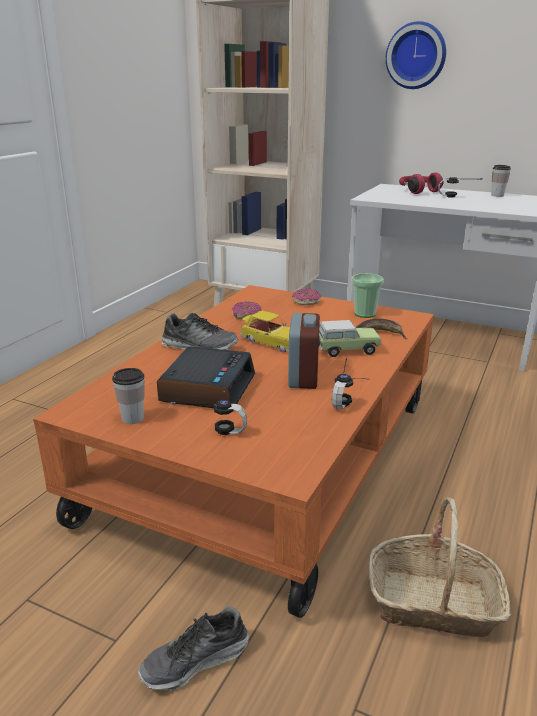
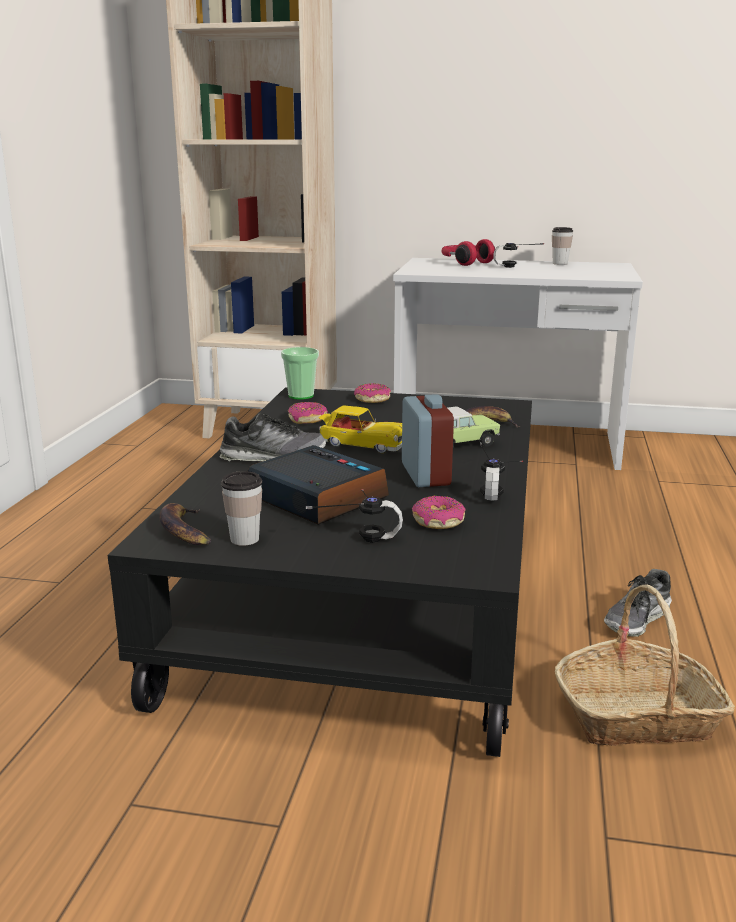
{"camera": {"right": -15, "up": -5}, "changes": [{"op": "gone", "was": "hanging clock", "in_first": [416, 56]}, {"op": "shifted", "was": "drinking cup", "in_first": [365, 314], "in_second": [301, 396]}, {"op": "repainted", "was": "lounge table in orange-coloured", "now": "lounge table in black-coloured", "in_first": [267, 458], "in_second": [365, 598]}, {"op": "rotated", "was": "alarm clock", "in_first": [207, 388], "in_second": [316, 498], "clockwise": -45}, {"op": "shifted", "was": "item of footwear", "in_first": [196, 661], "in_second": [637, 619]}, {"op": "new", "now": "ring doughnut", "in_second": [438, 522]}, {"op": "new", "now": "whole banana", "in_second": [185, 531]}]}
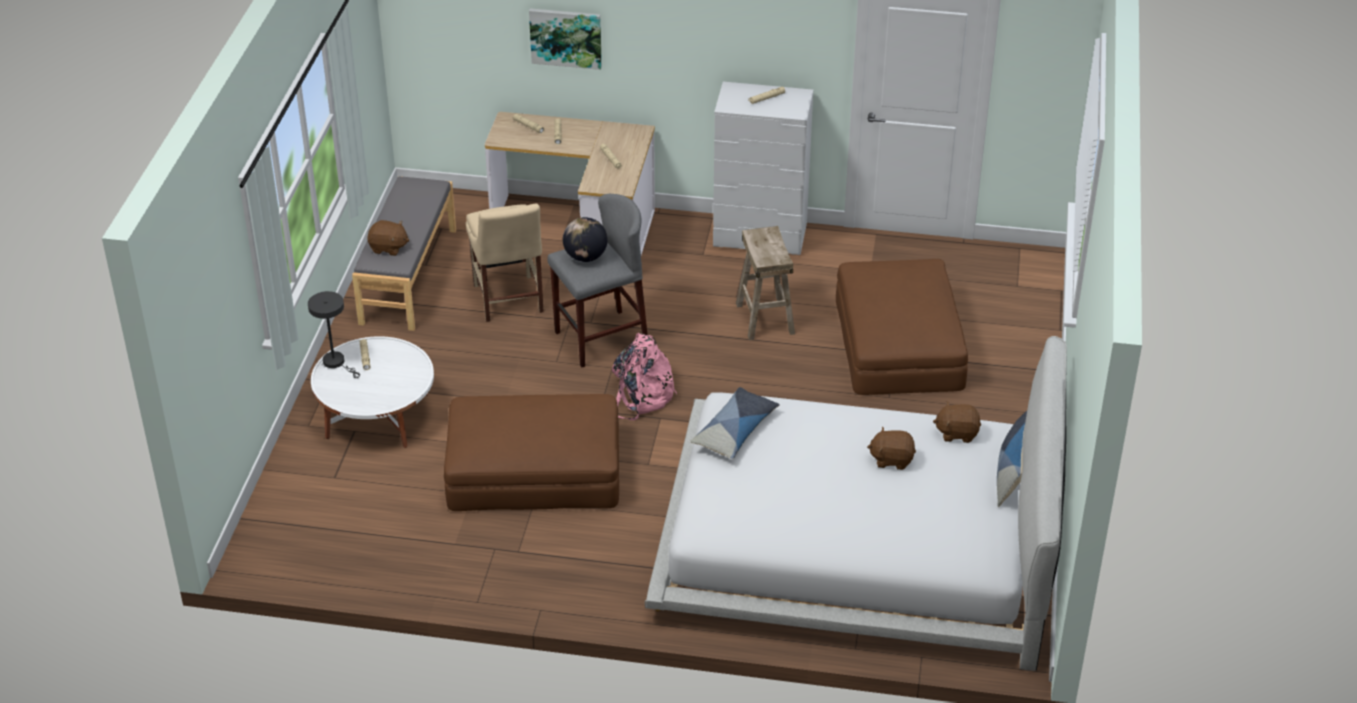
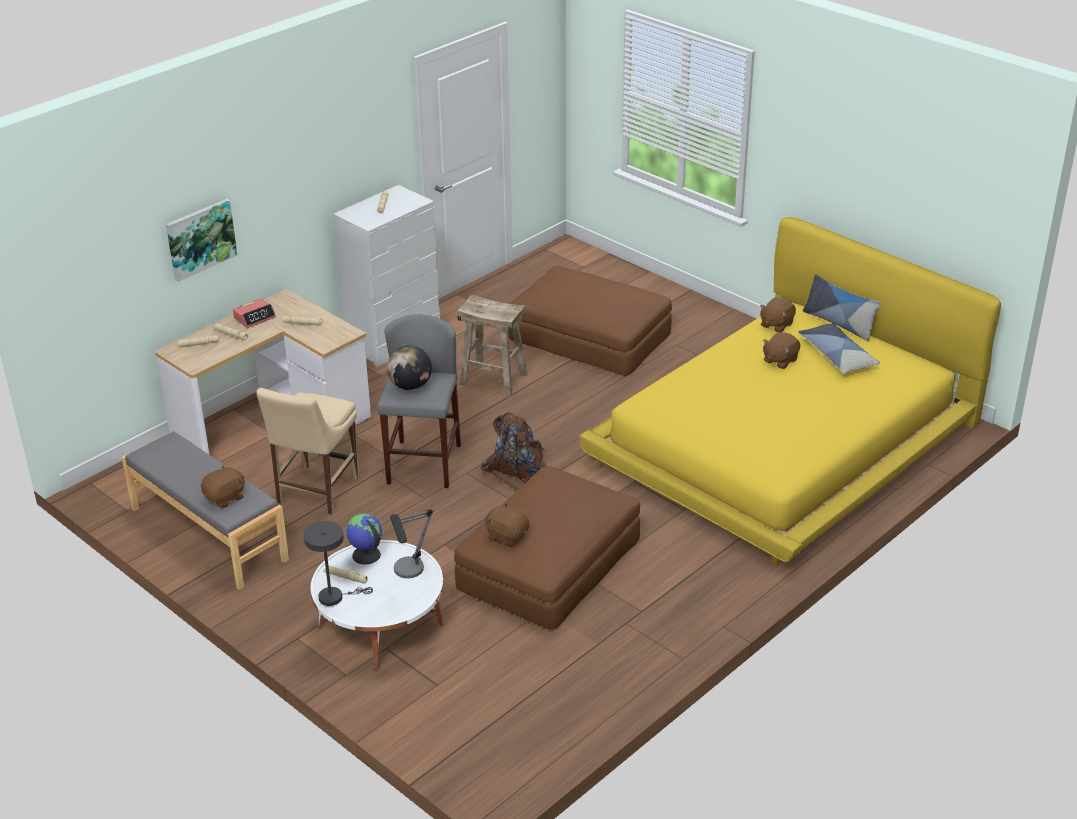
{"camera": {"right": -55, "up": -5}, "changes": [{"op": "rotated", "was": "chair in beige", "in_first": [508, 301], "in_second": [315, 492], "clockwise": 90}, {"op": "repainted", "was": "rucksack in pink", "now": "rucksack in brown-coloured", "in_first": [640, 396], "in_second": [518, 473]}, {"op": "repainted", "was": "bedroom bed in white-coloured", "now": "bedroom bed in yellow-coloured", "in_first": [857, 541], "in_second": [784, 441]}, {"op": "shifted", "was": "cushion", "in_first": [735, 431], "in_second": [837, 356]}, {"op": "new", "now": "alarm clock", "in_second": [255, 317]}, {"op": "new", "now": "plush toy in brown-coloured", "in_second": [507, 536]}, {"op": "new", "now": "tabletop lamp", "in_second": [409, 574]}, {"op": "new", "now": "desk globe", "in_second": [366, 555]}]}
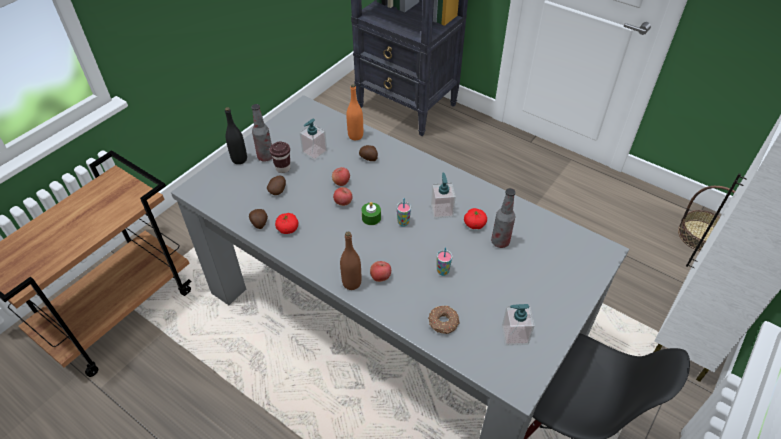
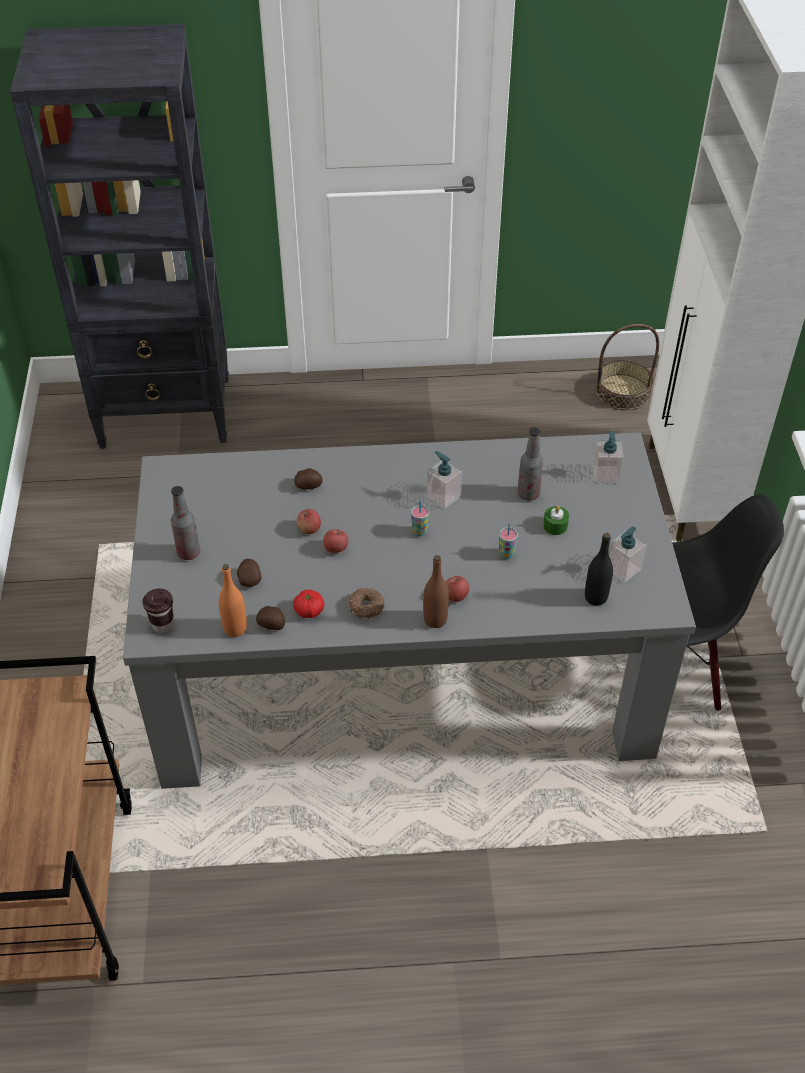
{"camera": {"right": -40, "up": 0}, "changes": [{"op": "shifted", "was": "beverage bottle in orange-coloured", "in_first": [355, 136], "in_second": [235, 628]}, {"op": "shifted", "was": "beverage bottle in black-coloured", "in_first": [239, 159], "in_second": [595, 597]}, {"op": "shifted", "was": "soap bottle", "in_first": [314, 152], "in_second": [605, 475]}, {"op": "shifted", "was": "drinking cup in brown-coloured", "in_first": [283, 168], "in_second": [163, 624]}, {"op": "shifted", "was": "wax light in green-coloured", "in_first": [371, 218], "in_second": [555, 526]}, {"op": "gone", "was": "fresh tomato", "in_first": [474, 224]}, {"op": "shifted", "was": "ring doughnut", "in_first": [443, 323], "in_second": [366, 607]}]}
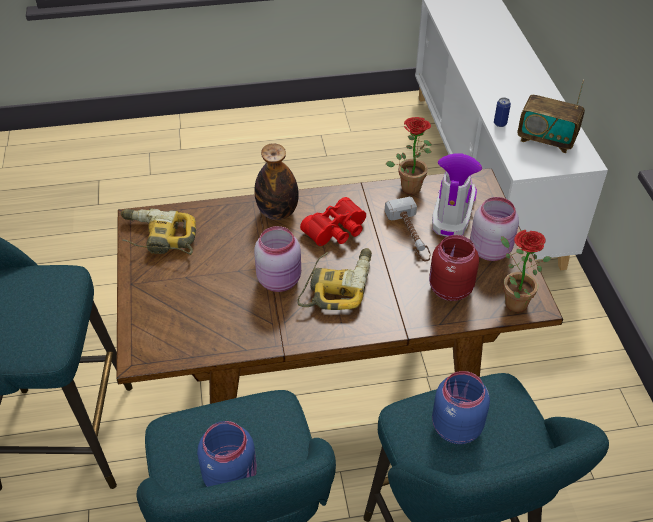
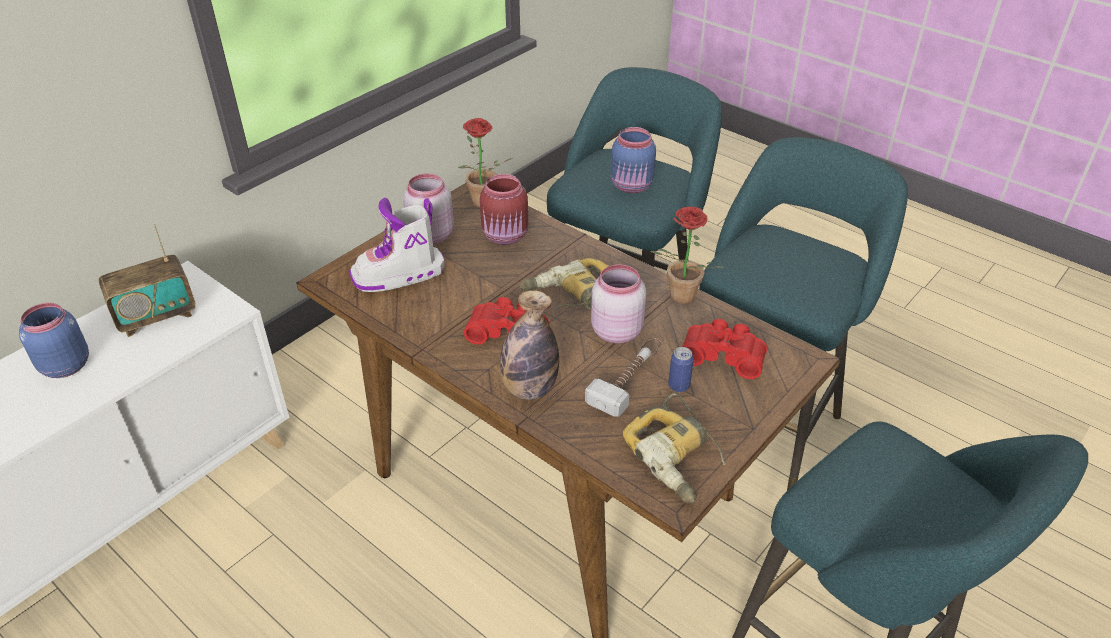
{"camera": {"right": -130, "up": -5}, "changes": [{"op": "rotated", "was": "radio receiver", "in_first": [546, 140], "in_second": [156, 316], "clockwise": 75}, {"op": "shifted", "was": "can", "in_first": [500, 123], "in_second": [678, 386]}, {"op": "shifted", "was": "houseplant", "in_first": [410, 184], "in_second": [678, 298]}, {"op": "shifted", "was": "hammer", "in_first": [411, 236], "in_second": [629, 378]}, {"op": "shifted", "was": "preserve jar in blue", "in_first": [232, 477], "in_second": [64, 365]}, {"op": "new", "now": "field glasses in red-coloured", "in_second": [723, 355]}]}
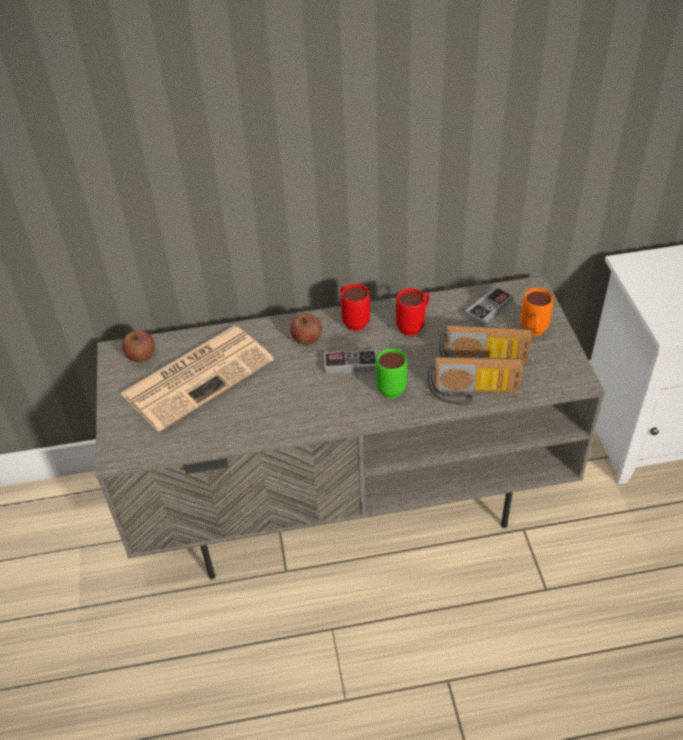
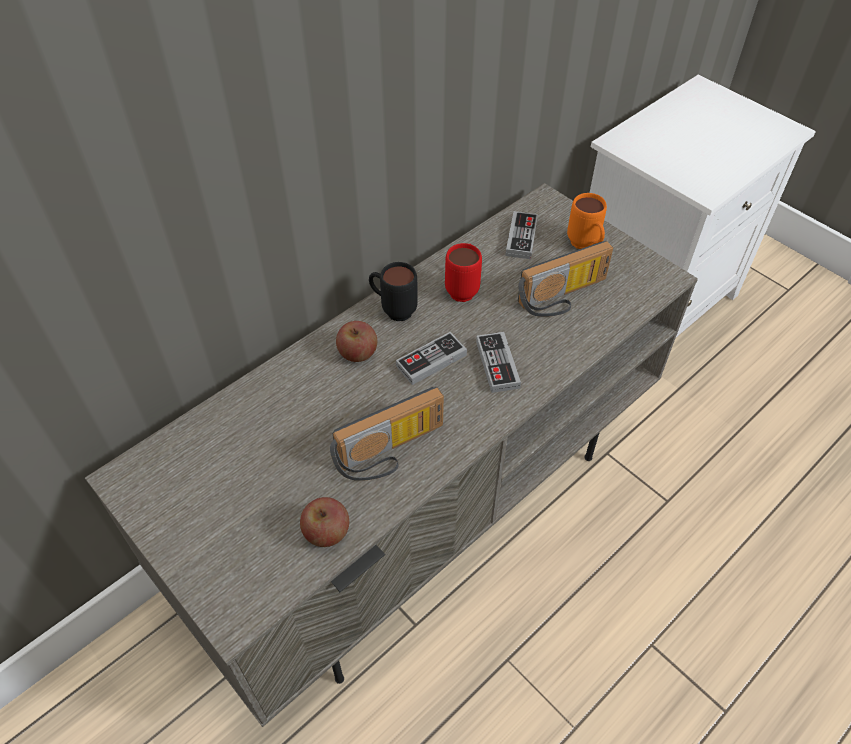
{"camera": {"right": -35, "up": 5}, "changes": [{"op": "repainted", "was": "coffee mug in red-coloured", "now": "coffee mug in black-coloured", "in_first": [353, 321], "in_second": [393, 310]}, {"op": "gone", "was": "printed paper", "in_first": [198, 375]}, {"op": "shifted", "was": "apple fruit", "in_first": [141, 355], "in_second": [326, 532]}, {"op": "swapped", "was": "coffee mug in green-coloured", "now": "gamepad", "in_first": [393, 386], "in_second": [497, 364]}, {"op": "shifted", "was": "radio receiver", "in_first": [472, 393], "in_second": [392, 452]}]}
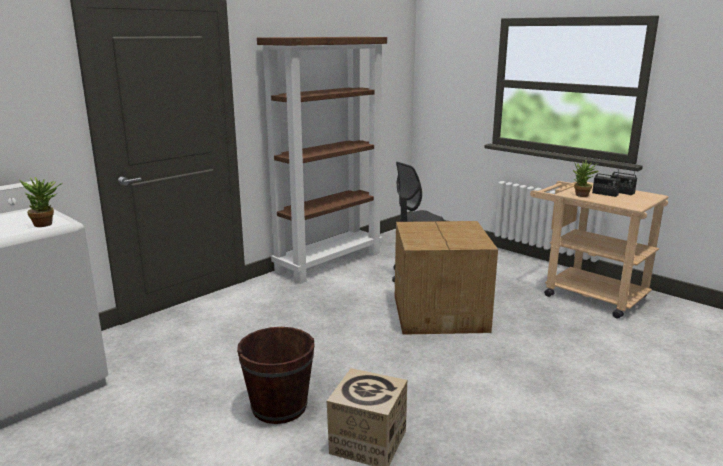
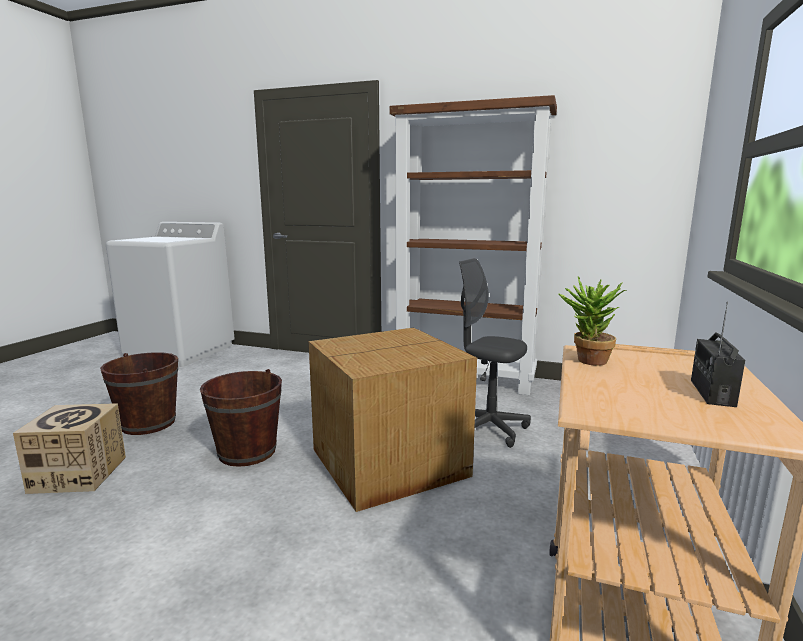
{"camera": {"right": 65, "up": -5}, "changes": [{"op": "gone", "was": "radio receiver", "in_first": [605, 194]}, {"op": "gone", "was": "houseplant", "in_first": [47, 224]}, {"op": "new", "now": "water bucket in brown-coloured", "in_second": [247, 452]}]}
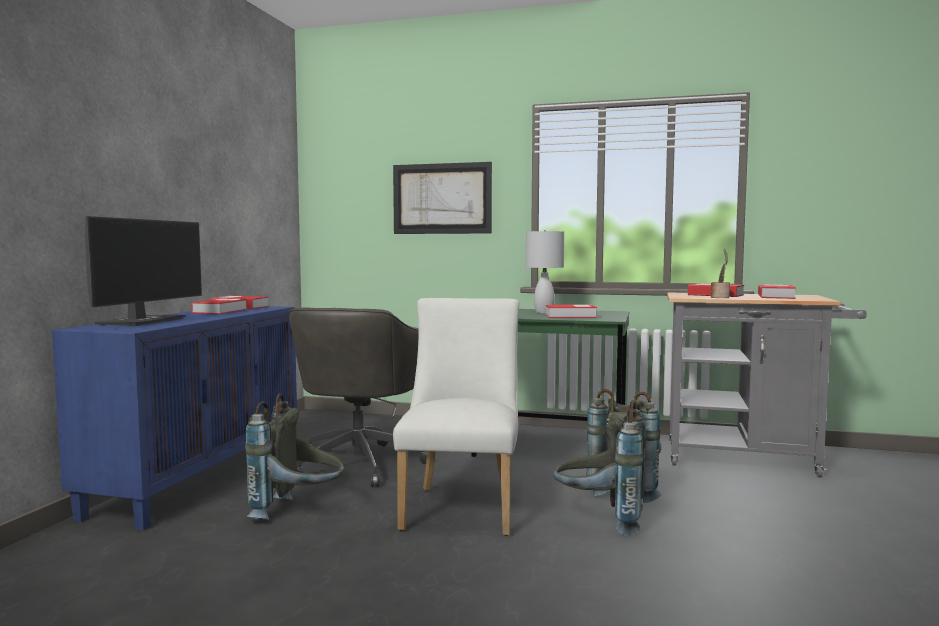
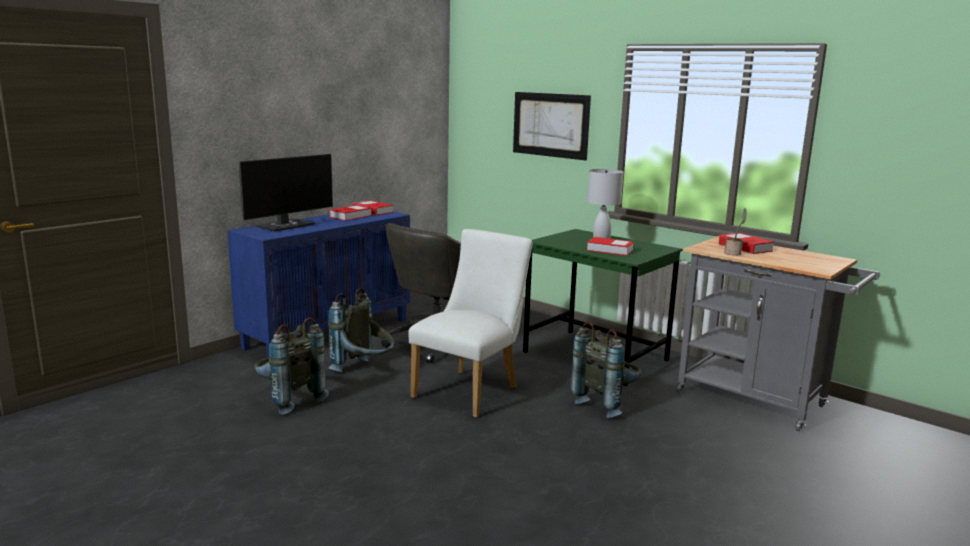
{"camera": {"right": 25, "up": 10}, "changes": [{"op": "gone", "was": "book", "in_first": [775, 296]}, {"op": "shifted", "was": "rucksack in grey", "in_first": [600, 520], "in_second": [288, 400]}]}
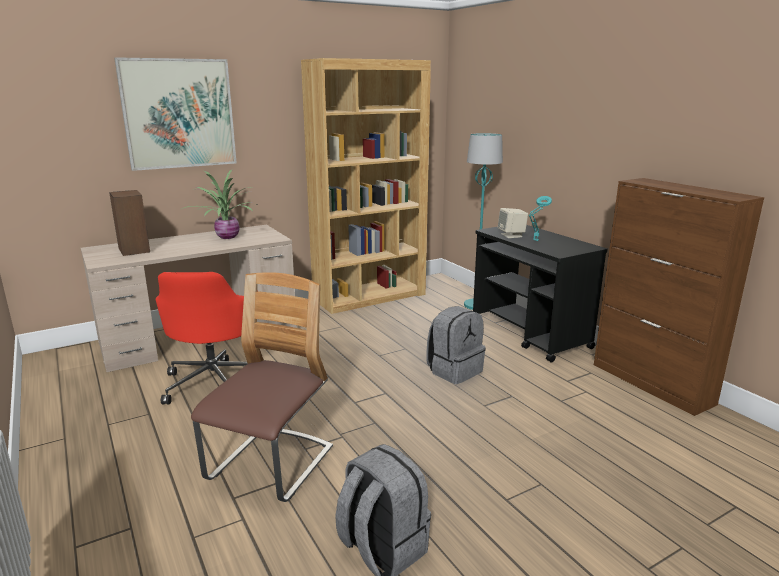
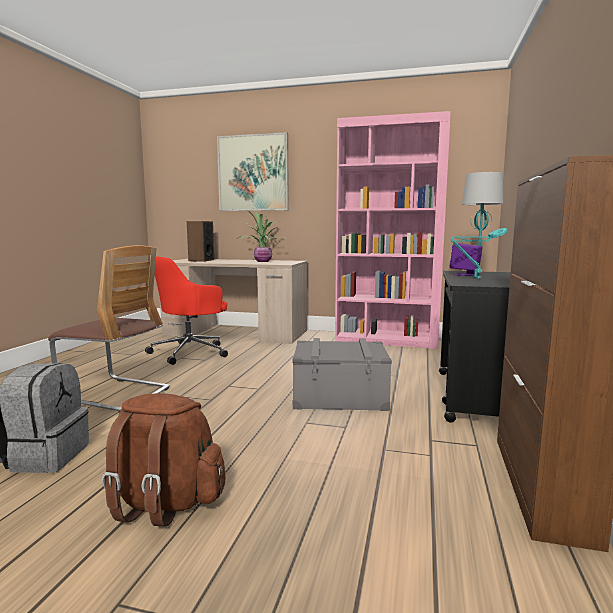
{"camera": {"right": 45, "up": -10}, "changes": [{"op": "repainted", "was": "shelving unit in brown-coloured", "now": "shelving unit in pink", "in_first": [370, 296], "in_second": [387, 340]}, {"op": "repainted", "was": "audio speaker in beige", "now": "audio speaker in purple-coloured", "in_first": [511, 235], "in_second": [465, 274]}, {"op": "rotated", "was": "chair", "in_first": [271, 465], "in_second": [115, 394], "clockwise": 45}, {"op": "swapped", "was": "rucksack in grey", "now": "storage container in grey", "in_first": [454, 370], "in_second": [340, 395]}, {"op": "new", "now": "rucksack in brown-coloured", "in_second": [165, 503]}]}
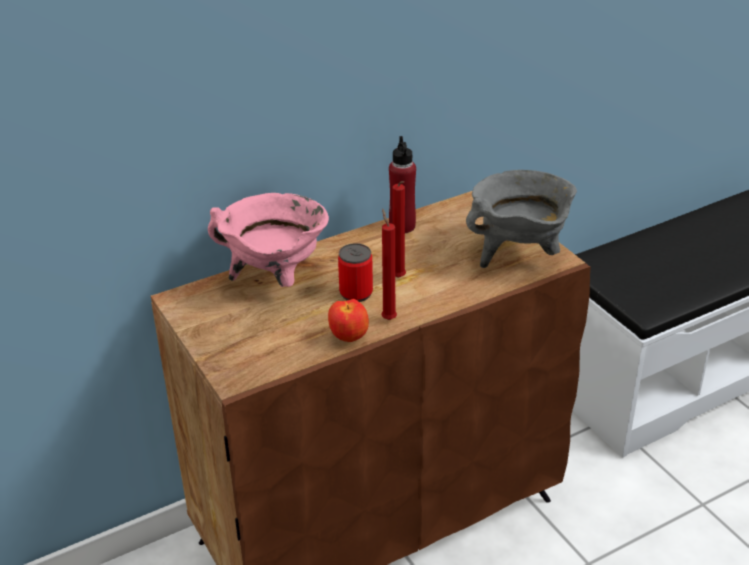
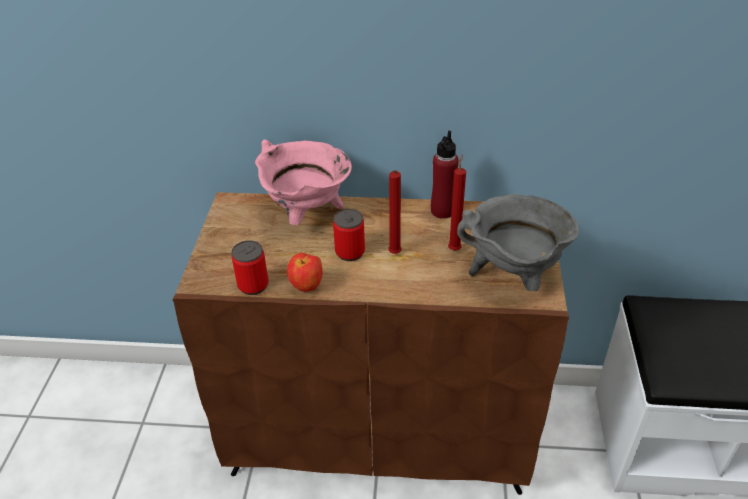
{"camera": {"right": 35, "up": 5}, "changes": [{"op": "shifted", "was": "wax light in red-coloured", "in_first": [388, 318], "in_second": [454, 248]}, {"op": "new", "now": "can", "in_second": [253, 285]}]}
